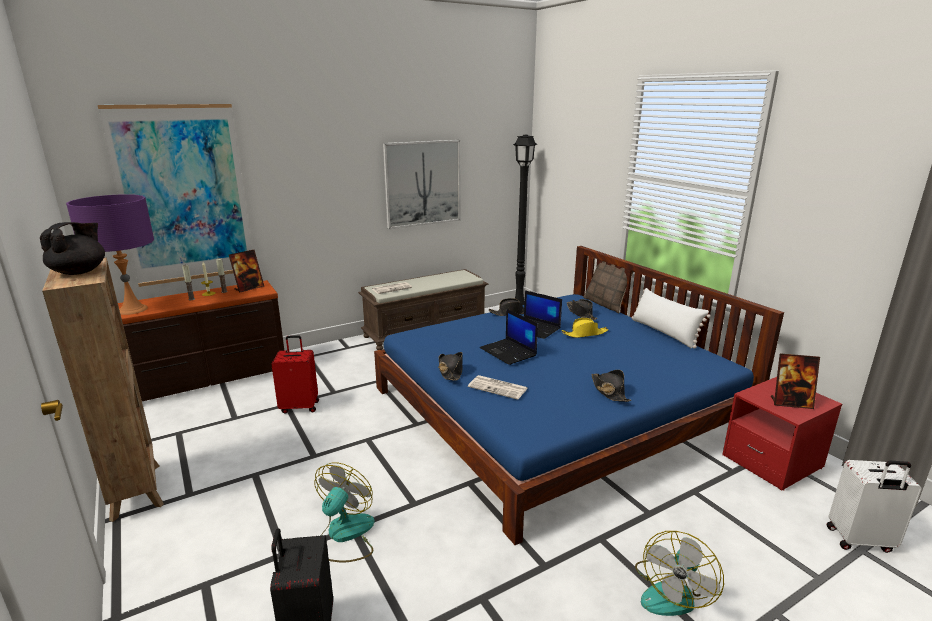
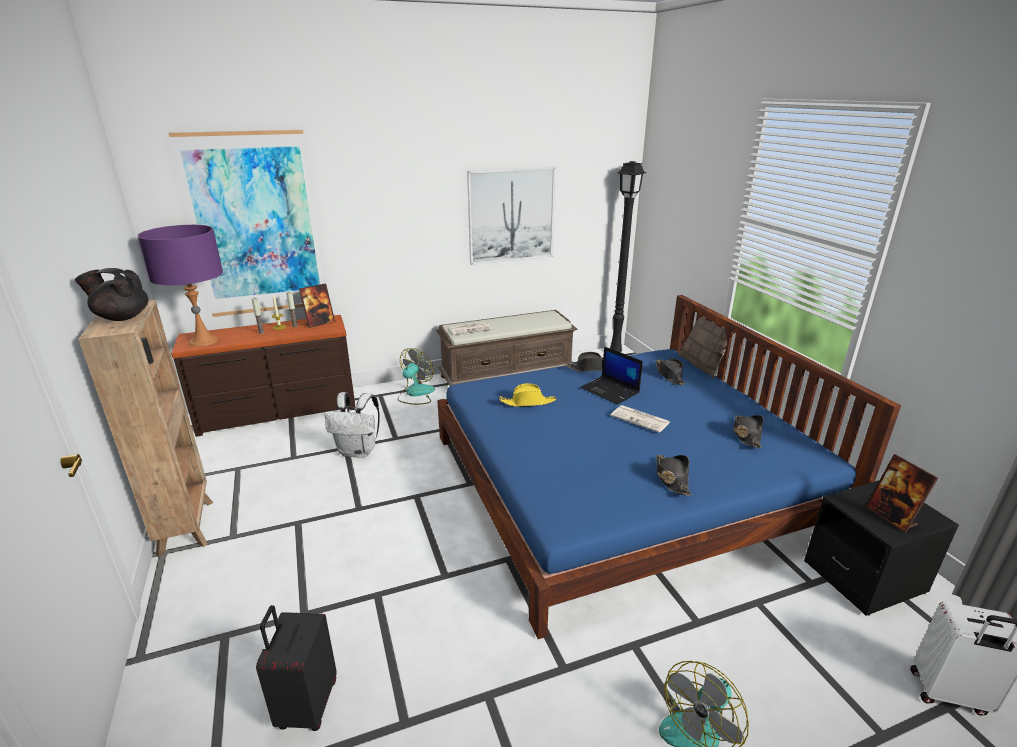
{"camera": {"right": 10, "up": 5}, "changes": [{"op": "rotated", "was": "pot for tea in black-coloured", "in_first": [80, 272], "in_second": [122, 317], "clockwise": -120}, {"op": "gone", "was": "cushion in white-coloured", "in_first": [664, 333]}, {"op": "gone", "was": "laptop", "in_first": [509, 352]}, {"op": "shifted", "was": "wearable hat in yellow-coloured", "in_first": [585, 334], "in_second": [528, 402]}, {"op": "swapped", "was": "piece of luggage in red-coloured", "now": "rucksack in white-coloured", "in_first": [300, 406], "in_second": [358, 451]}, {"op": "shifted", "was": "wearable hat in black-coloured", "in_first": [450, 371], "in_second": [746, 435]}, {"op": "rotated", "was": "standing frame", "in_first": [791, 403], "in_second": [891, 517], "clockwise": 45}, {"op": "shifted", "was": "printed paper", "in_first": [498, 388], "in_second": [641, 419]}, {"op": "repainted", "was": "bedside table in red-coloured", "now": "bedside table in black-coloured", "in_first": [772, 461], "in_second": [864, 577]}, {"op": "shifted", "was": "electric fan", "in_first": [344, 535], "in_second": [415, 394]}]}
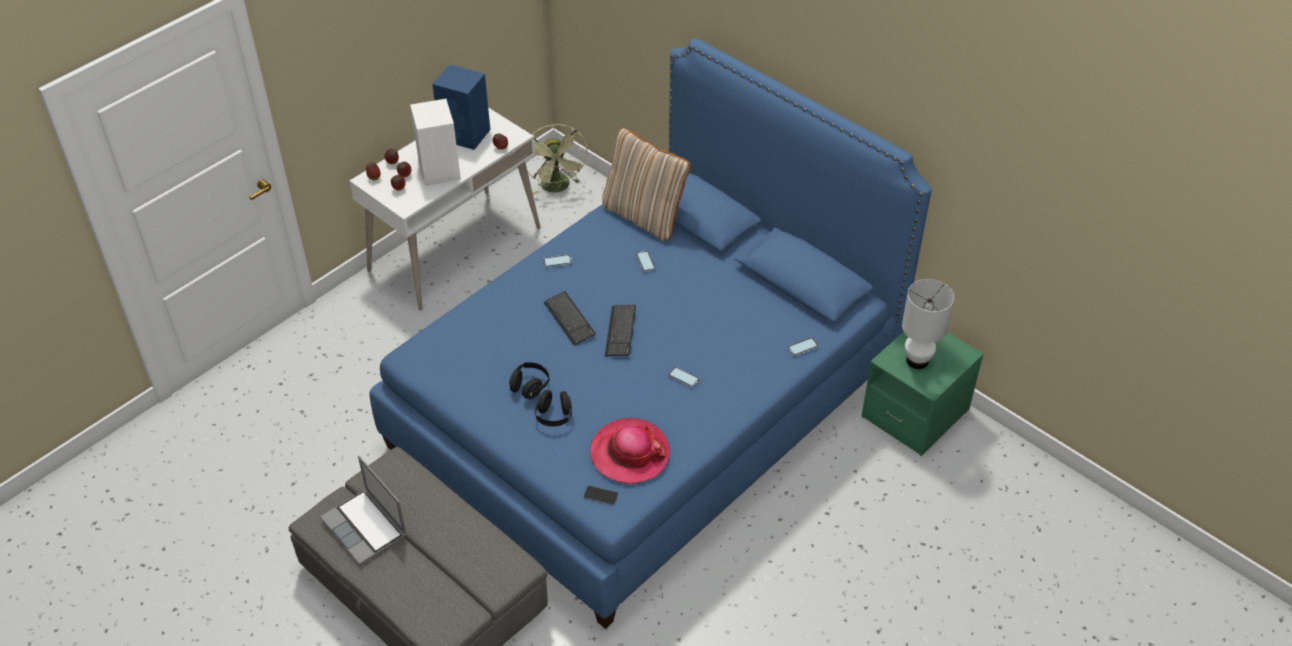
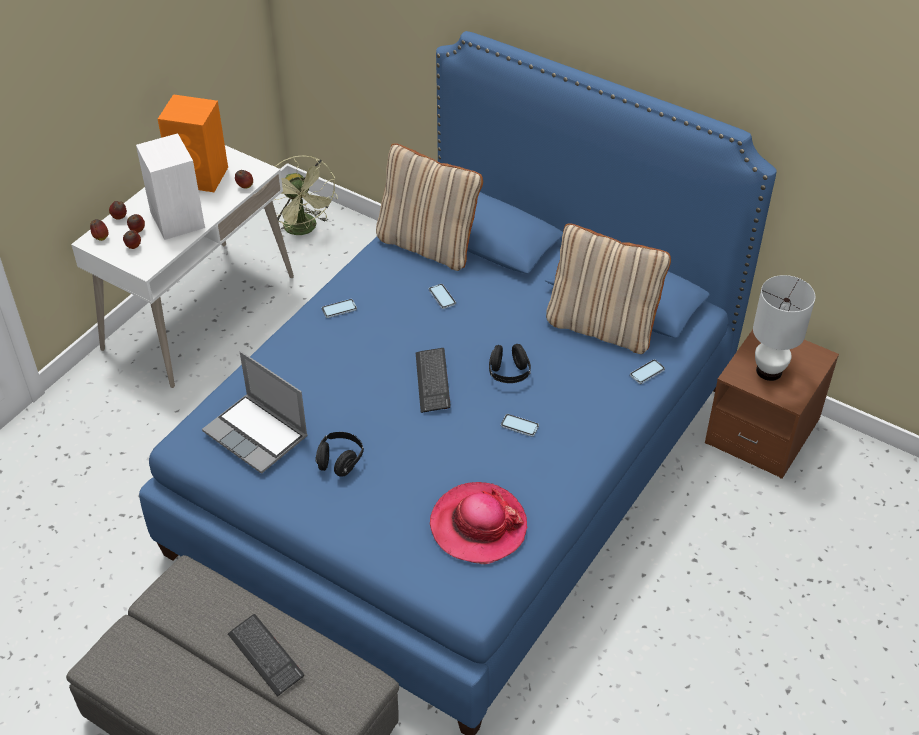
{"camera": {"right": -10, "up": 0}, "changes": [{"op": "repainted", "was": "audio speaker in blue", "now": "audio speaker in orange-coloured", "in_first": [466, 135], "in_second": [201, 176]}, {"op": "shifted", "was": "PC keyboard", "in_first": [569, 319], "in_second": [266, 656]}, {"op": "repainted", "was": "bedside table in green-coloured", "now": "bedside table in brown-coloured", "in_first": [915, 413], "in_second": [762, 431]}, {"op": "shifted", "was": "headphones in black-coloured", "in_first": [554, 417], "in_second": [509, 374]}, {"op": "shifted", "was": "laptop", "in_first": [366, 528], "in_second": [257, 434]}, {"op": "gone", "was": "telephone", "in_first": [601, 495]}, {"op": "new", "now": "cushion in beige", "in_second": [602, 326]}]}
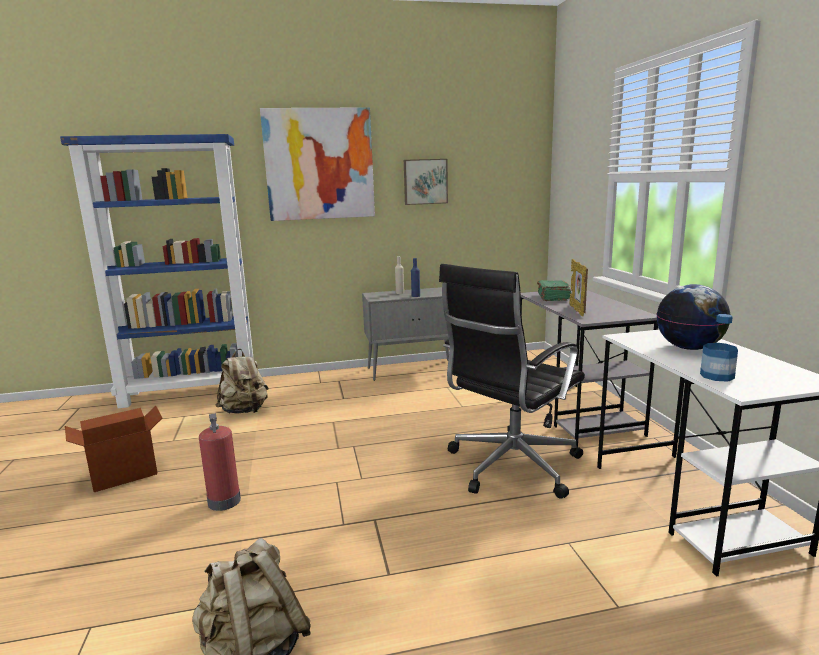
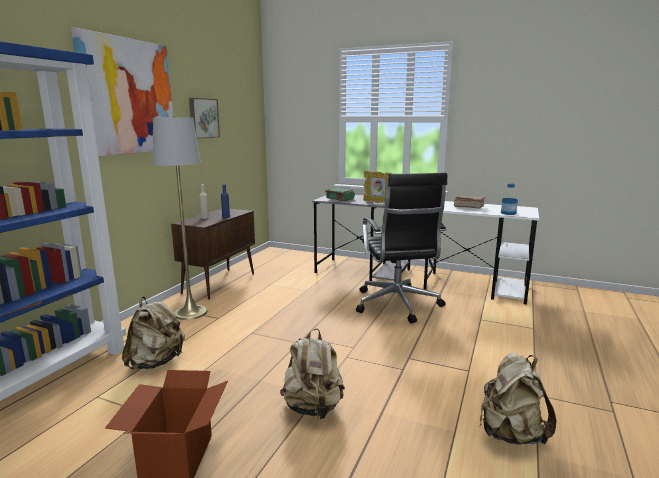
{"camera": {"right": -55, "up": 0}, "changes": [{"op": "swapped", "was": "desk globe", "now": "book in brown-coloured", "in_first": [689, 348], "in_second": [468, 207]}, {"op": "repainted", "was": "storage cabinet in grey", "now": "storage cabinet in brown-coloured", "in_first": [413, 370], "in_second": [220, 283]}, {"op": "swapped", "was": "fire-fighting cylinder", "now": "rucksack in beige", "in_first": [224, 500], "in_second": [313, 408]}, {"op": "new", "now": "standing lamp in grey", "in_second": [190, 312]}]}
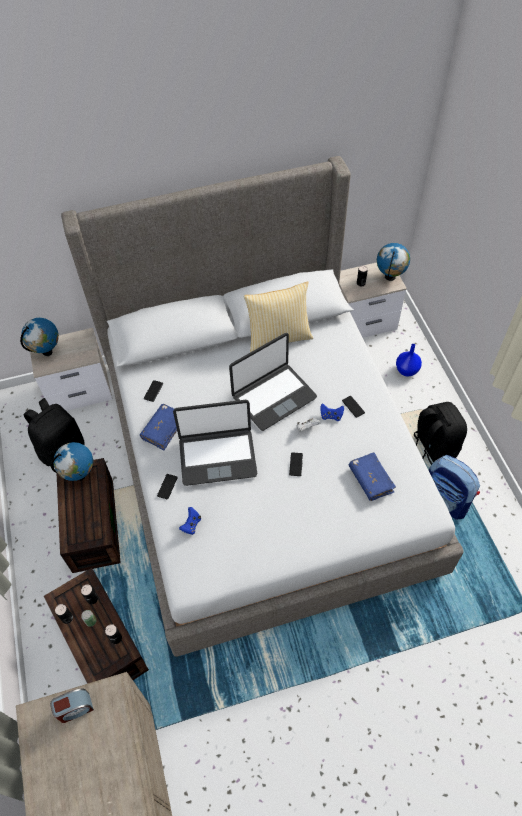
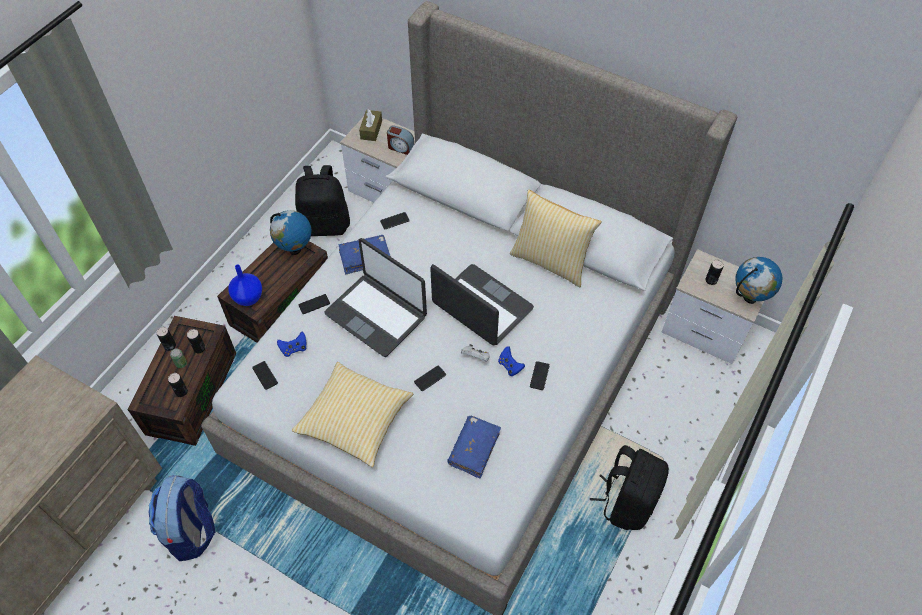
{"camera": {"right": 45, "up": 0}, "changes": [{"op": "swapped", "was": "desk globe", "now": "tissue holder in brown-coloured", "in_first": [47, 352], "in_second": [371, 130]}, {"op": "rotated", "was": "laptop", "in_first": [273, 396], "in_second": [481, 307], "clockwise": -150}, {"op": "shifted", "was": "decorative vase in blue", "in_first": [406, 370], "in_second": [249, 297]}, {"op": "shifted", "was": "rucksack", "in_first": [445, 500], "in_second": [192, 531]}, {"op": "shifted", "was": "alarm clock", "in_first": [75, 708], "in_second": [400, 147]}, {"op": "new", "now": "telephone", "in_second": [265, 375]}, {"op": "new", "now": "cushion", "in_second": [355, 420]}]}
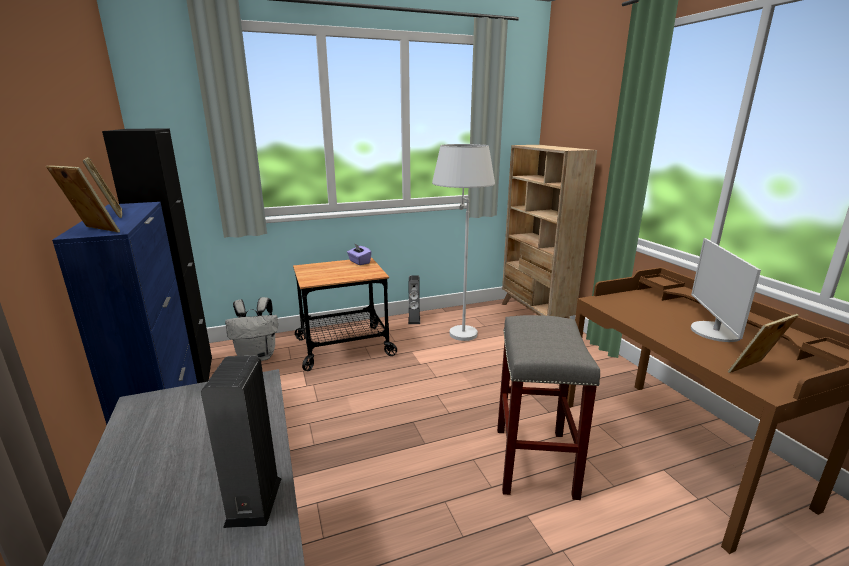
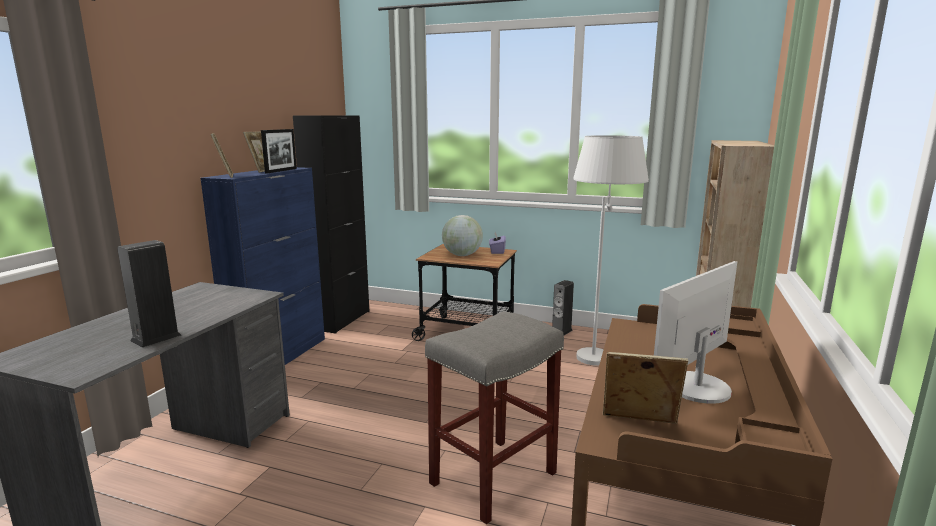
{"camera": {"right": 40, "up": -5}, "changes": [{"op": "gone", "was": "rucksack in white-coloured", "in_first": [258, 356]}, {"op": "new", "now": "standing frame", "in_second": [281, 171]}, {"op": "new", "now": "desk globe", "in_second": [462, 255]}]}
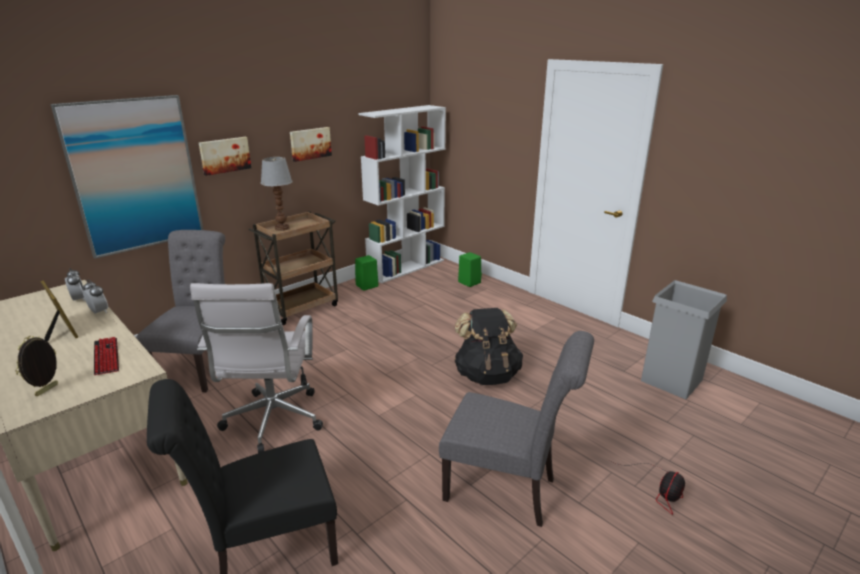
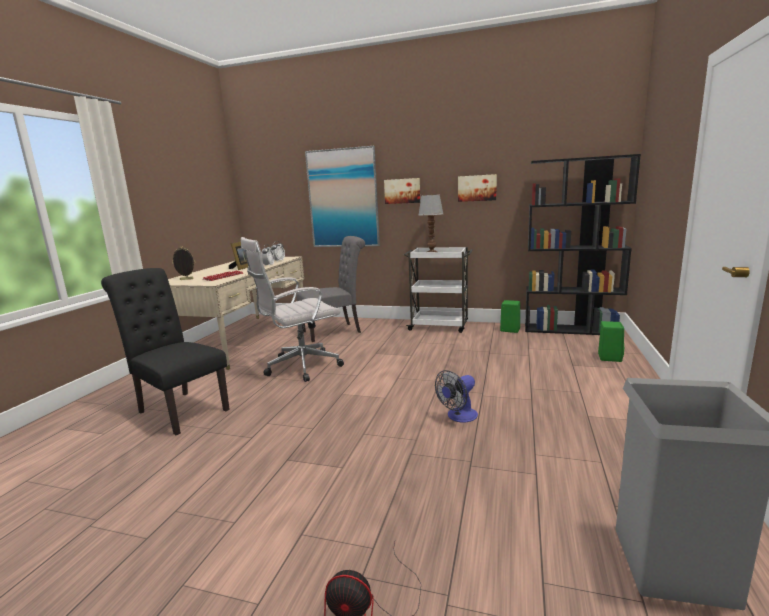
{"camera": {"right": 60, "up": -10}, "changes": [{"op": "repainted", "was": "shelving unit in white-coloured", "now": "shelving unit in black-coloured", "in_first": [406, 268], "in_second": [571, 330]}, {"op": "repainted", "was": "cart in brown-coloured", "now": "cart in white-coloured", "in_first": [302, 307], "in_second": [440, 326]}, {"op": "swapped", "was": "rucksack in black-coloured", "now": "electric fan", "in_first": [487, 375], "in_second": [458, 417]}, {"op": "gone", "was": "chair in grey", "in_first": [507, 490]}]}
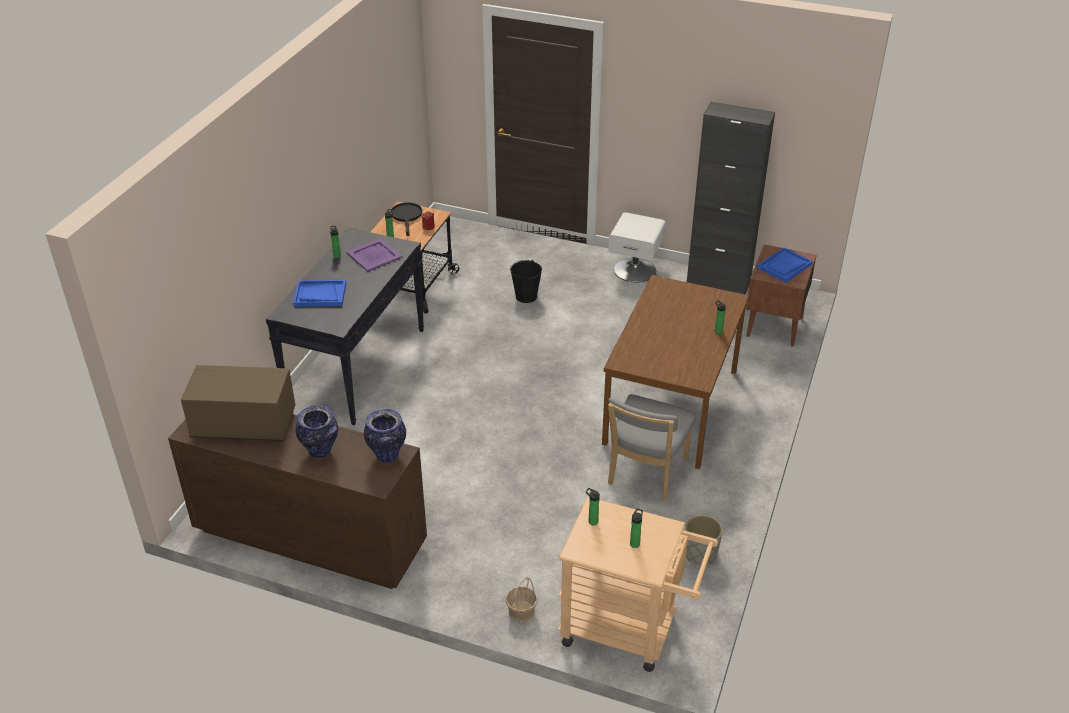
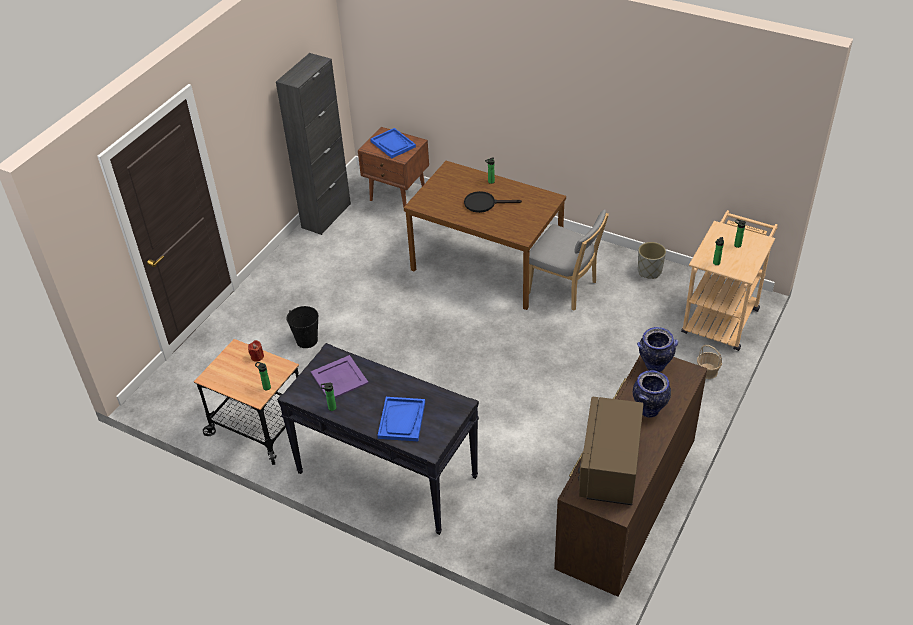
{"camera": {"right": -80, "up": 5}, "changes": [{"op": "shifted", "was": "pan in black-coloured", "in_first": [407, 217], "in_second": [484, 204]}, {"op": "gone", "was": "bedside table in white-coloured", "in_first": [635, 269]}]}
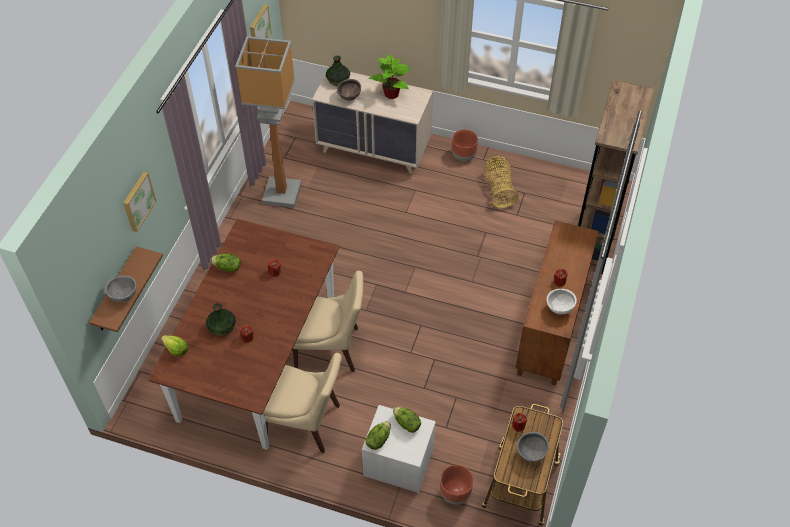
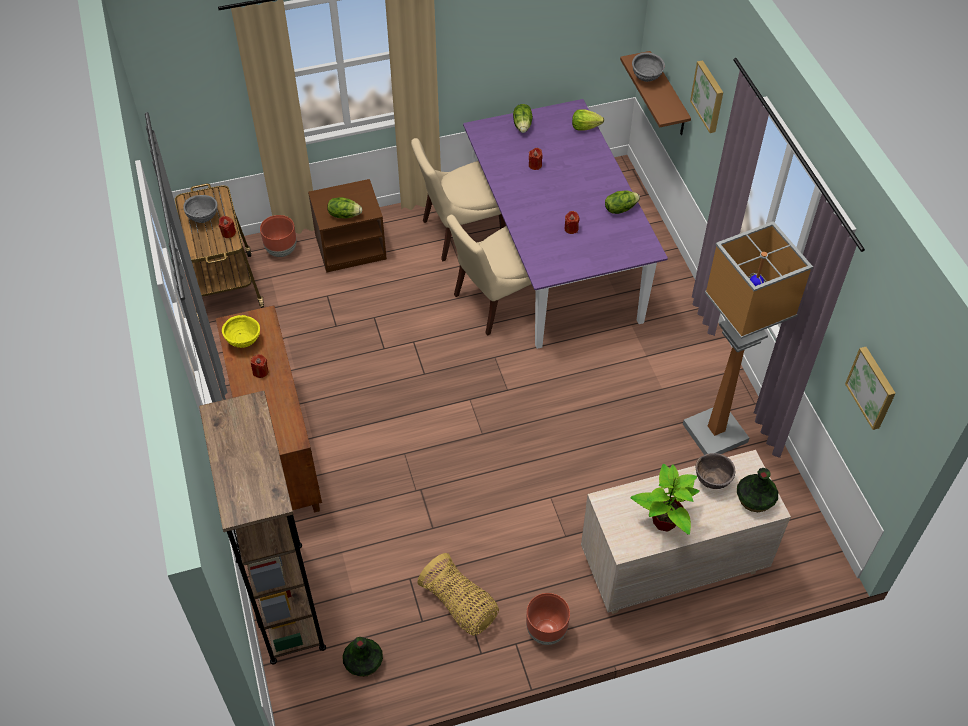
{"camera": {"right": 145, "up": 0}, "changes": [{"op": "repainted", "was": "kitchen table in brown-coloured", "now": "kitchen table in purple-coloured", "in_first": [258, 358], "in_second": [554, 258]}, {"op": "repainted", "was": "bowl in white-coloured", "now": "bowl in yellow-coloured", "in_first": [559, 309], "in_second": [244, 342]}, {"op": "shifted", "was": "decorative vase", "in_first": [222, 328], "in_second": [363, 662]}, {"op": "repainted", "was": "bedside table in white-coloured", "now": "bedside table in brown-coloured", "in_first": [397, 463], "in_second": [351, 246]}, {"op": "shifted", "was": "head of lettuce", "in_first": [378, 439], "in_second": [523, 125]}]}
